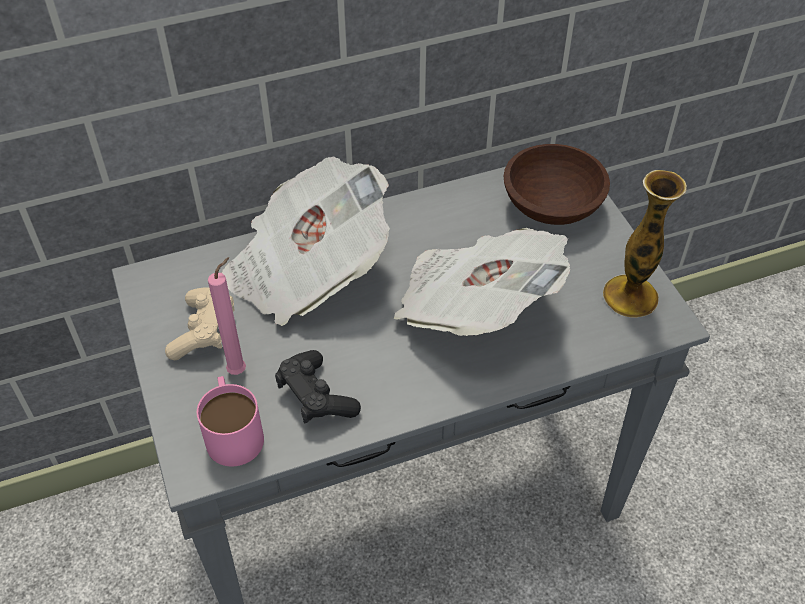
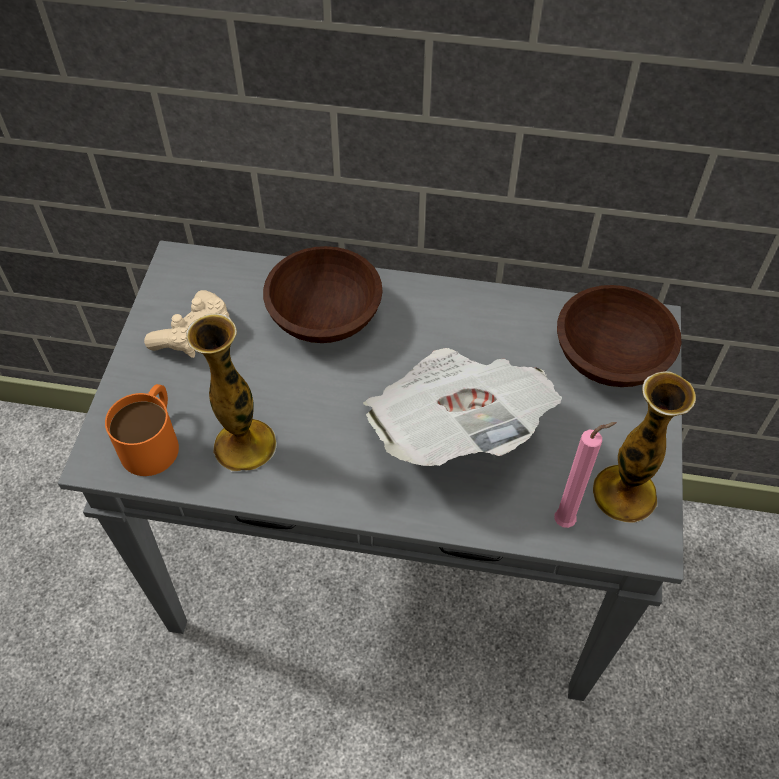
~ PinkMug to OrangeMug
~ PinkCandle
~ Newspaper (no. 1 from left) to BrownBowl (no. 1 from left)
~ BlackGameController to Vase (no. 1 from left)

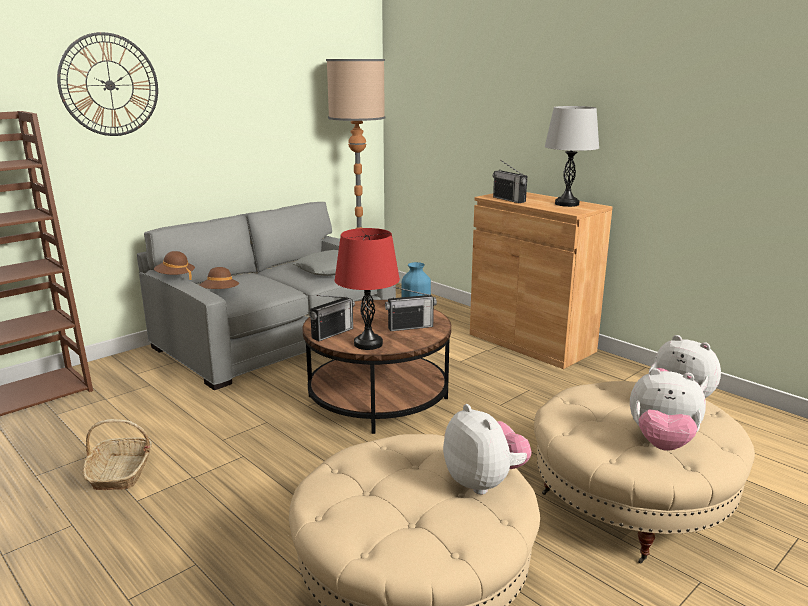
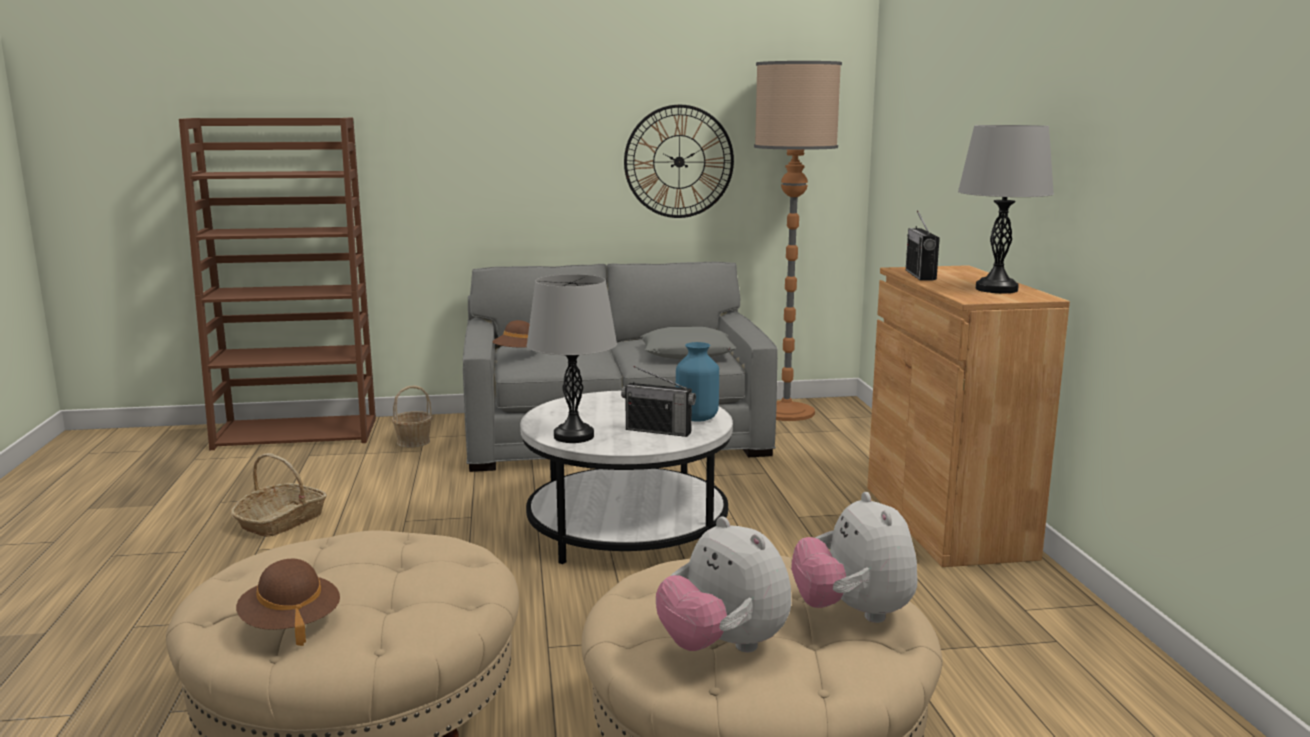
~ WallClock
~ BrownHat (no. 1 from left)
~ BrownCoffeeTable to WhiteCoffeeTable
- Radio (no. 1 from left)
~ RedTableLamp to GreyTableLamp (no. 1 from left)
- PlushToy (no. 1 from left)
+ Basket (no. 2 from left)

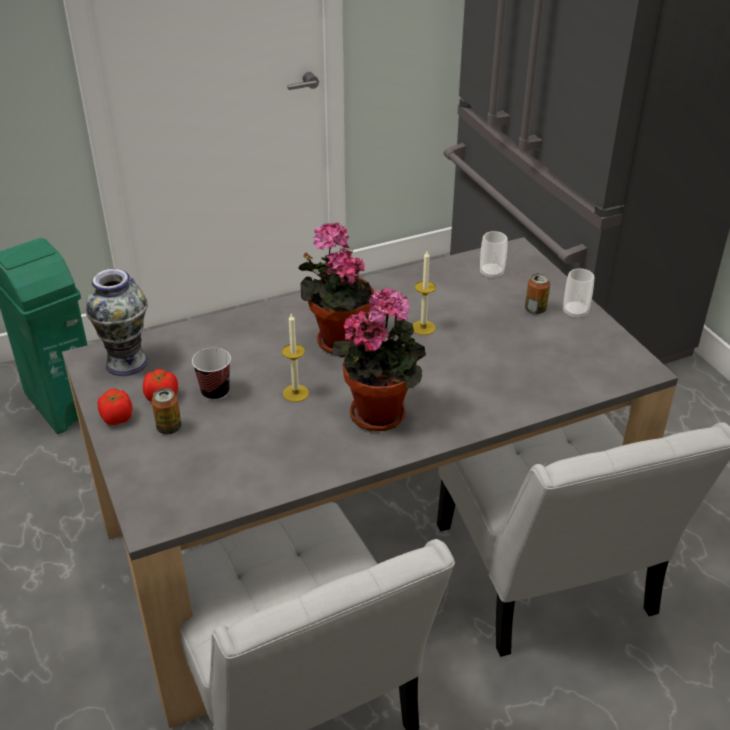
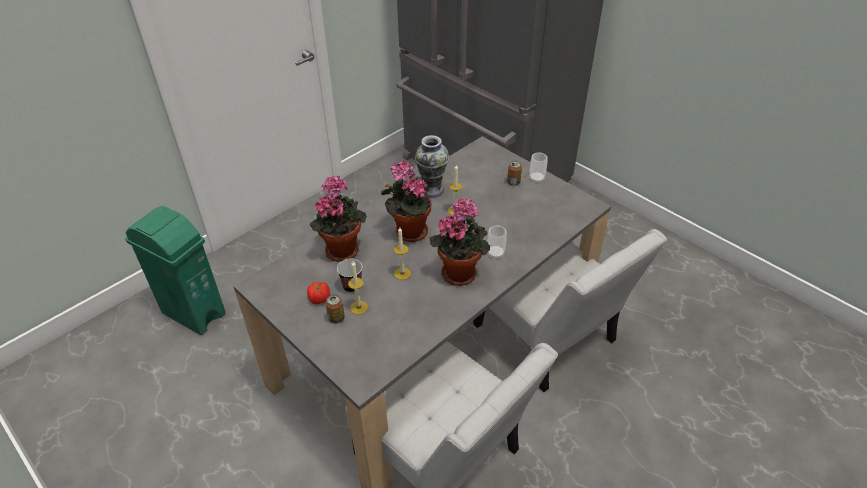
~ Vase
- Tomato (no. 1 from left)
~ Cup (no. 2 from left)
+ PottedPlant (no. 1 from left)
+ Candle (no. 1 from left)

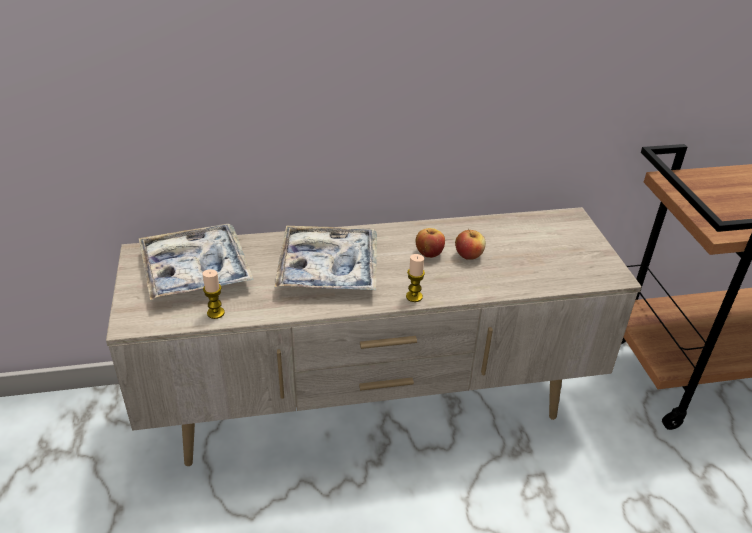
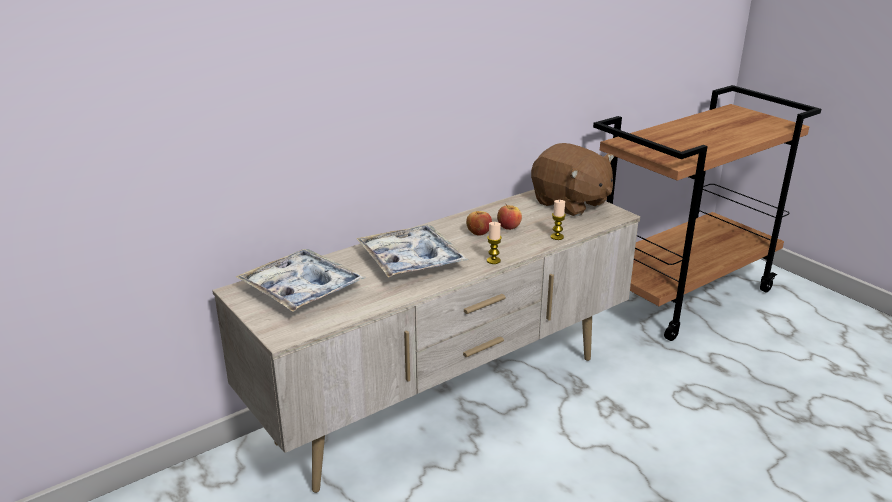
~ Candle (no. 1 from left in the first image) to Candle (no. 2 from left)
+ BrownPlushToy

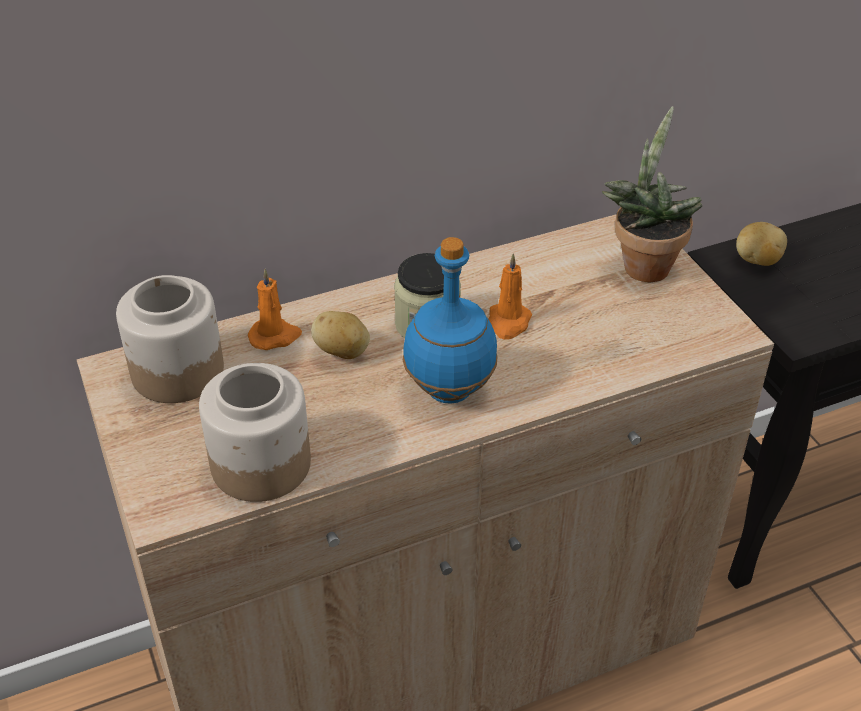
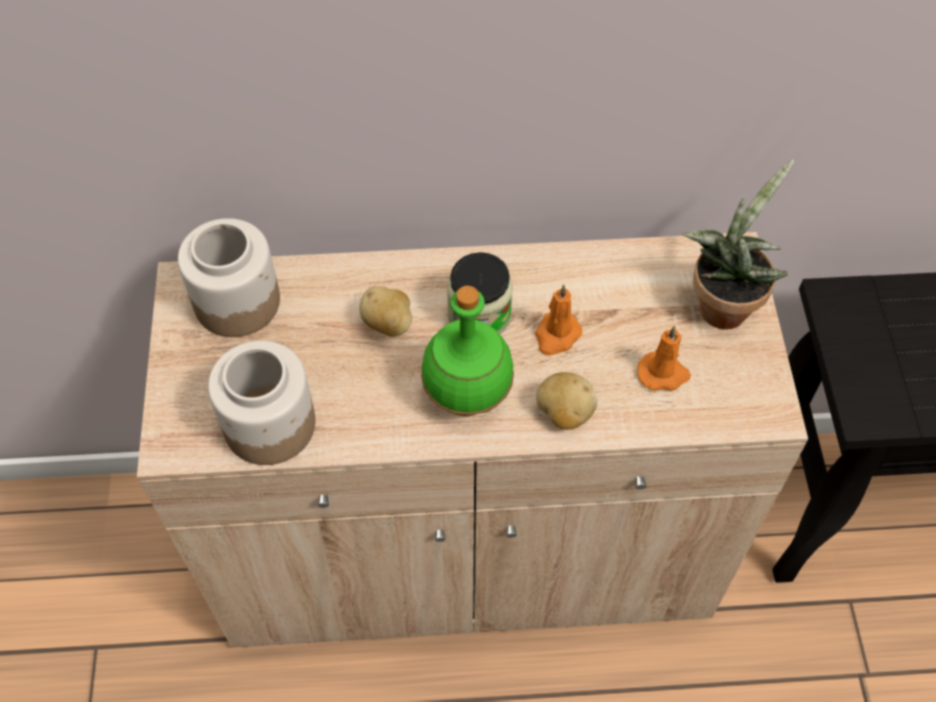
~ OrangeCandle (no. 1 from left in the first image) to OrangeCandle (no. 2 from left)
~ BlueBottle to GreenBottle
~ Potato (no. 2 from left)

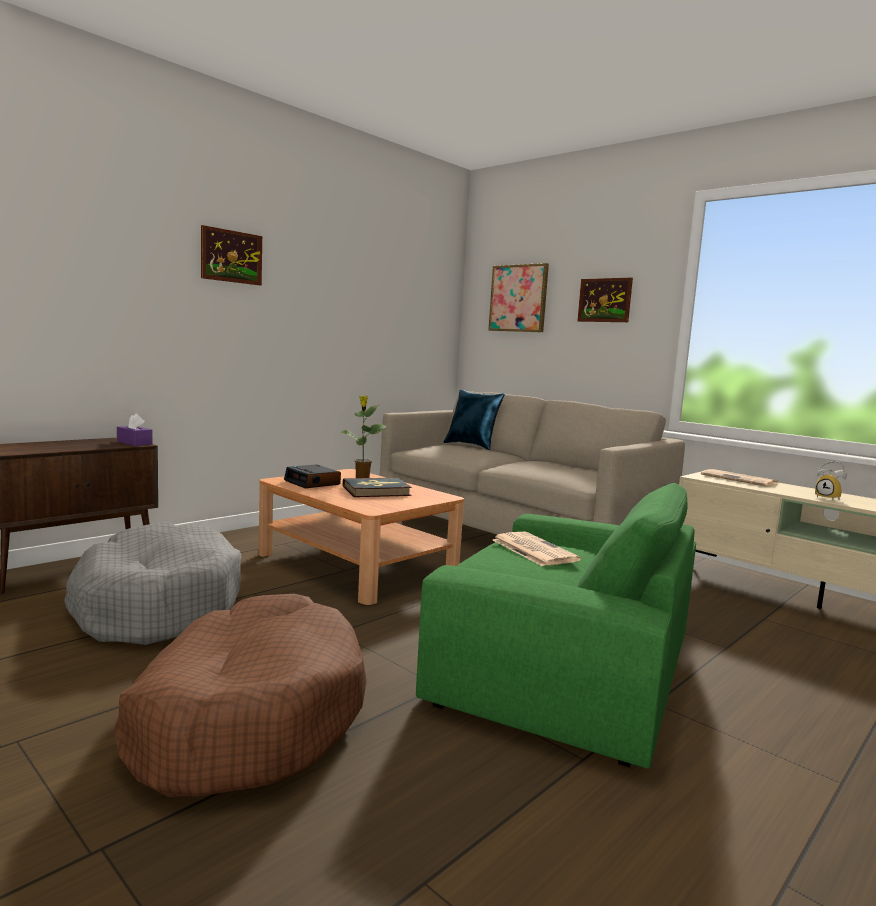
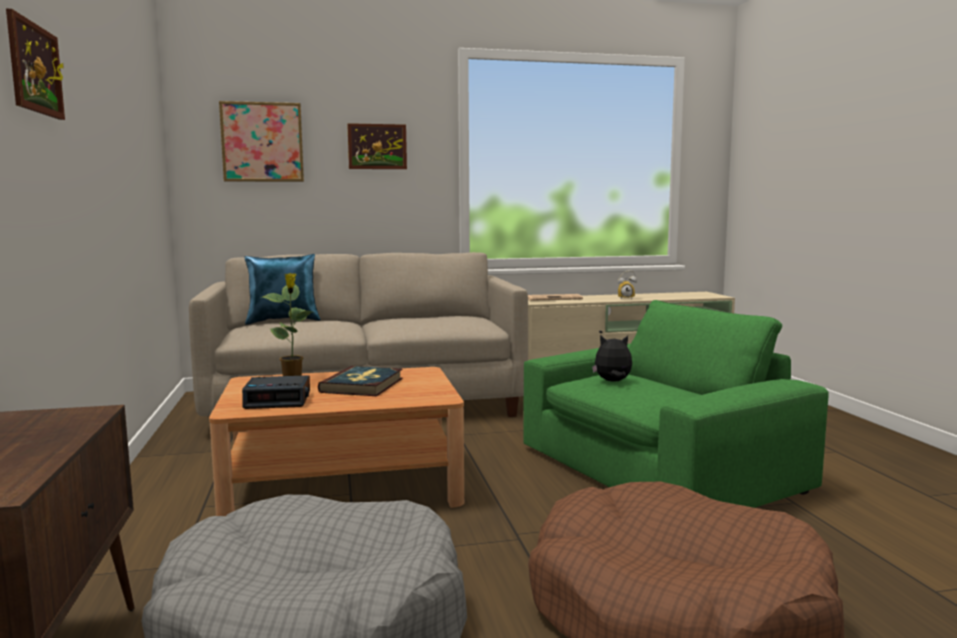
- PurpleTissueBox
~ Newspaper (no. 1 from left) to PlushToy

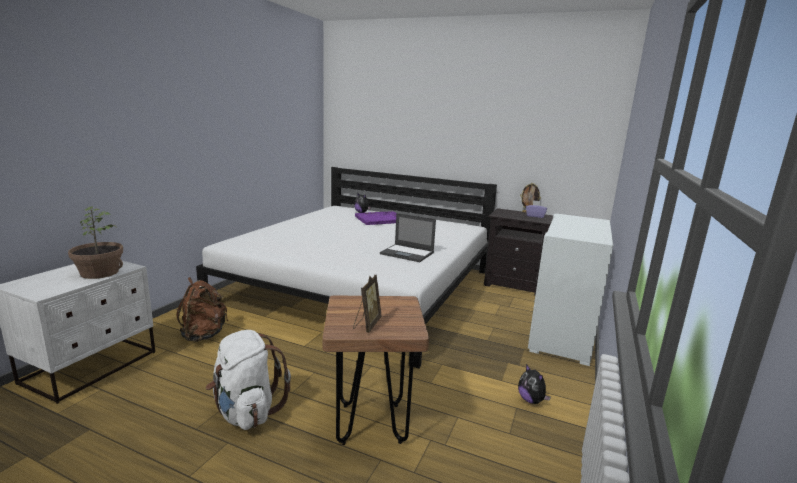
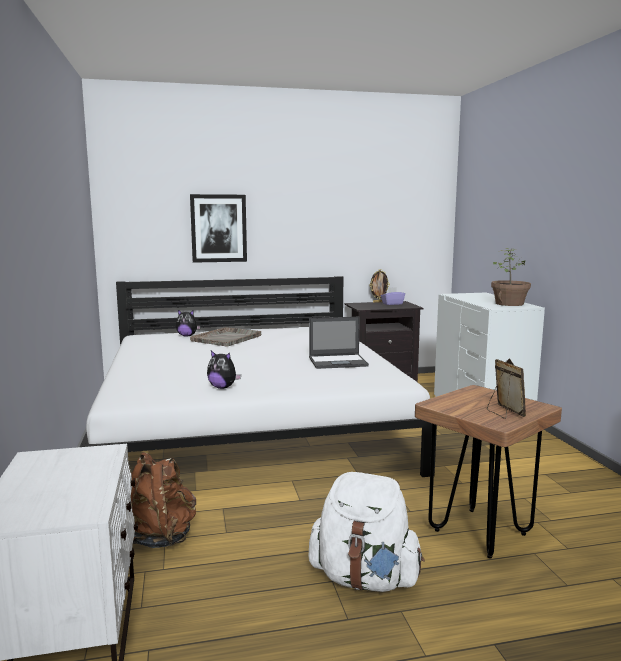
~ PottedPlant
~ PurpleTray to GreyTray
~ PlushToy (no. 2 from left)
+ Picture

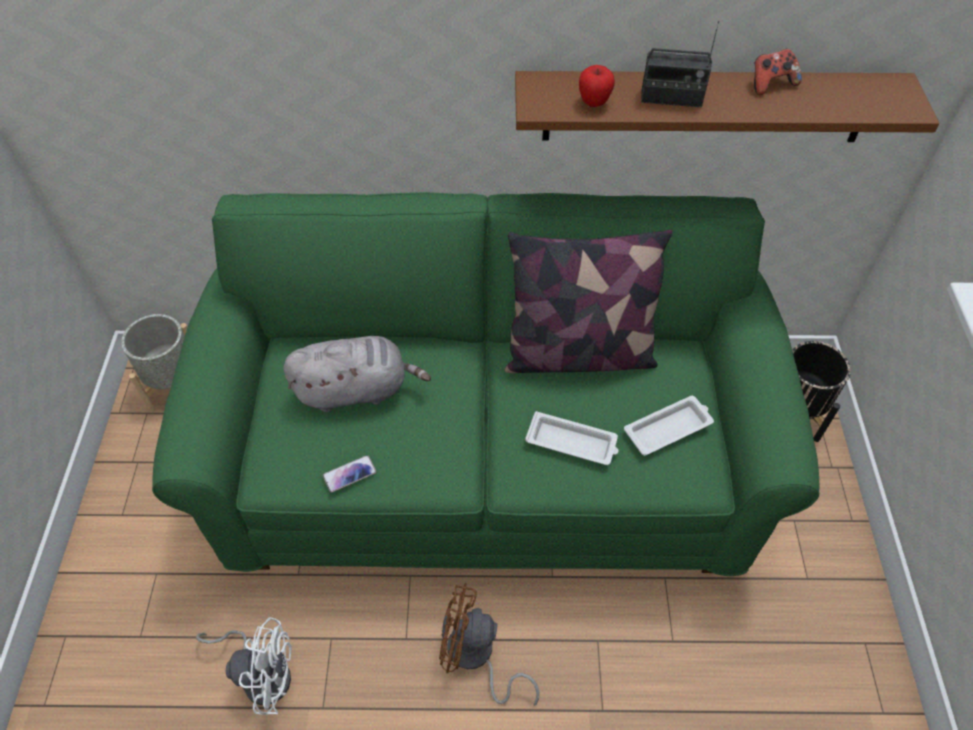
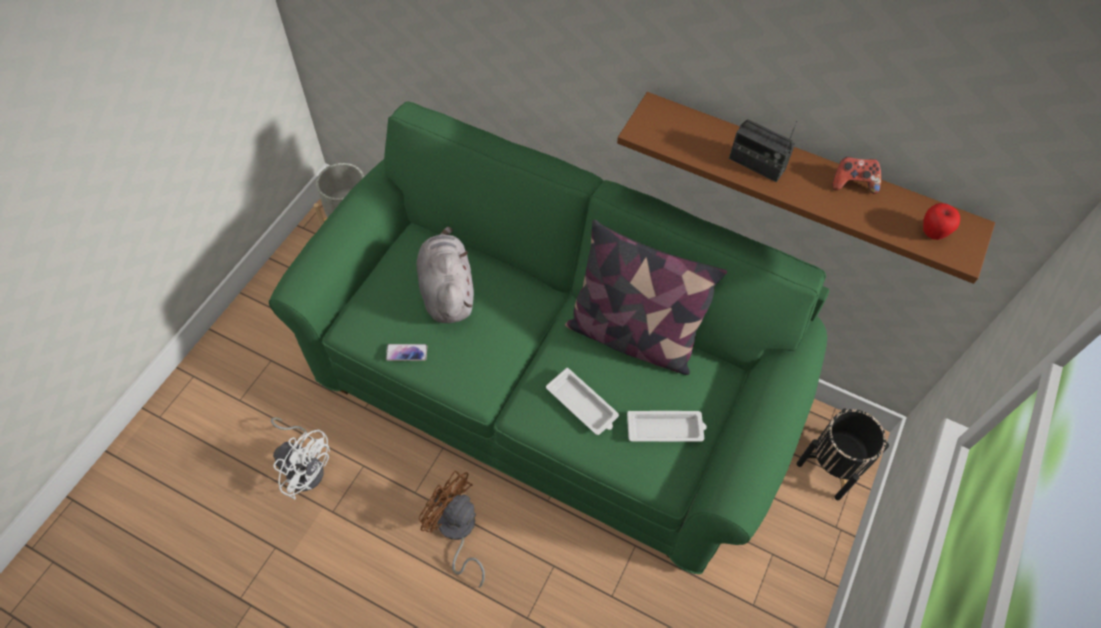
~ GreyPlushToy 120 degrees counterclockwise
~ Apple

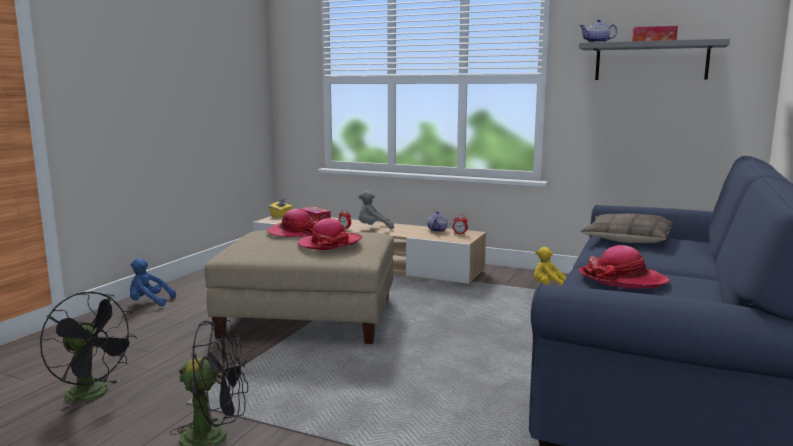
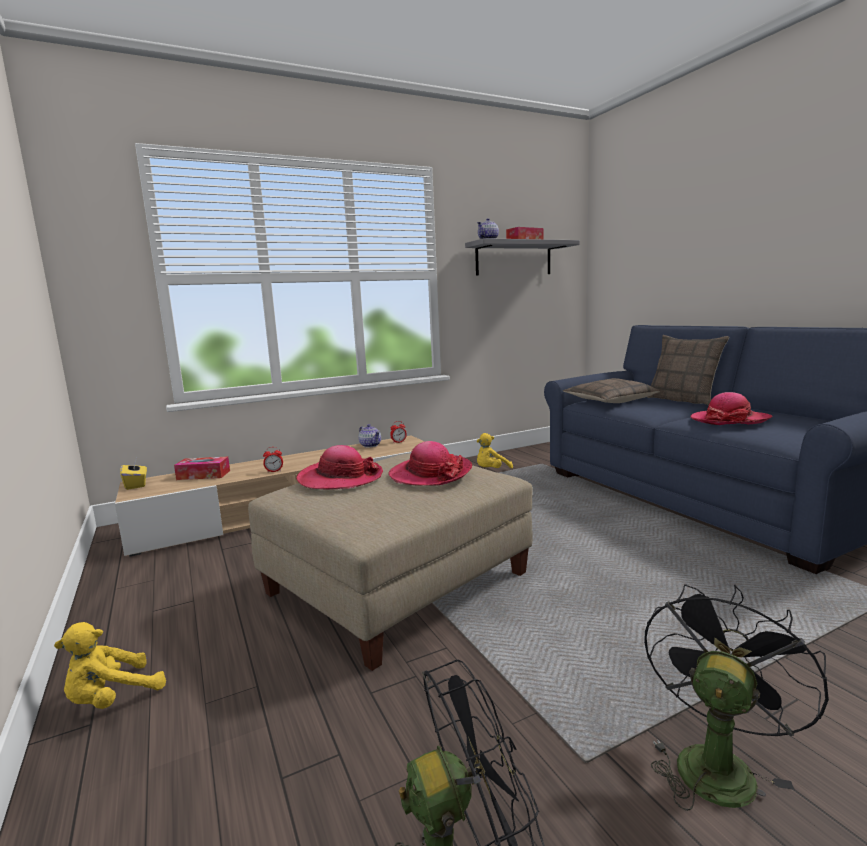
~ BluePlushToy to YellowPlushToy (no. 1 from left)
- GreyPlushToy
+ Pillow (no. 2 from left)

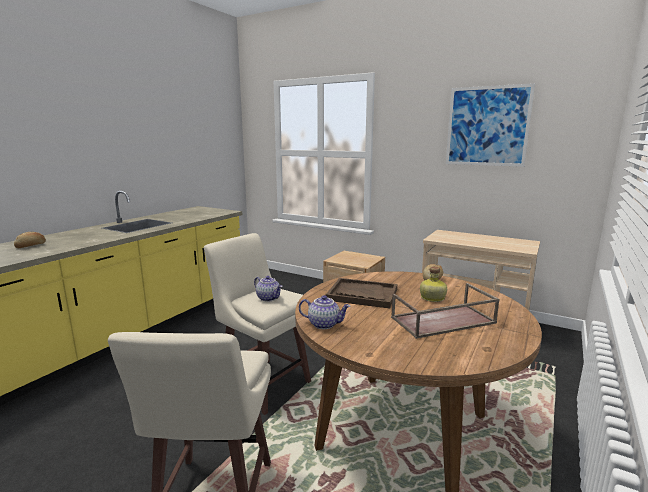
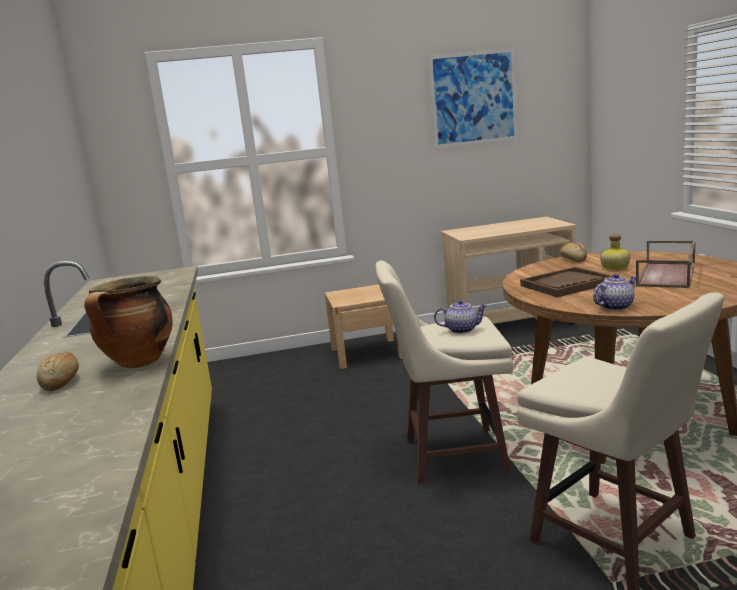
+ CookingPot

